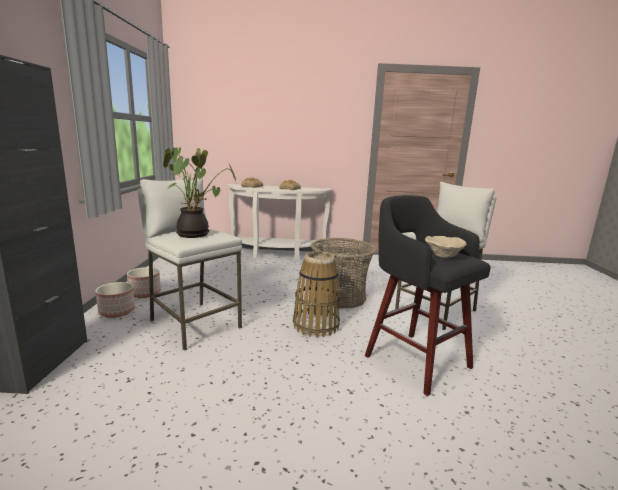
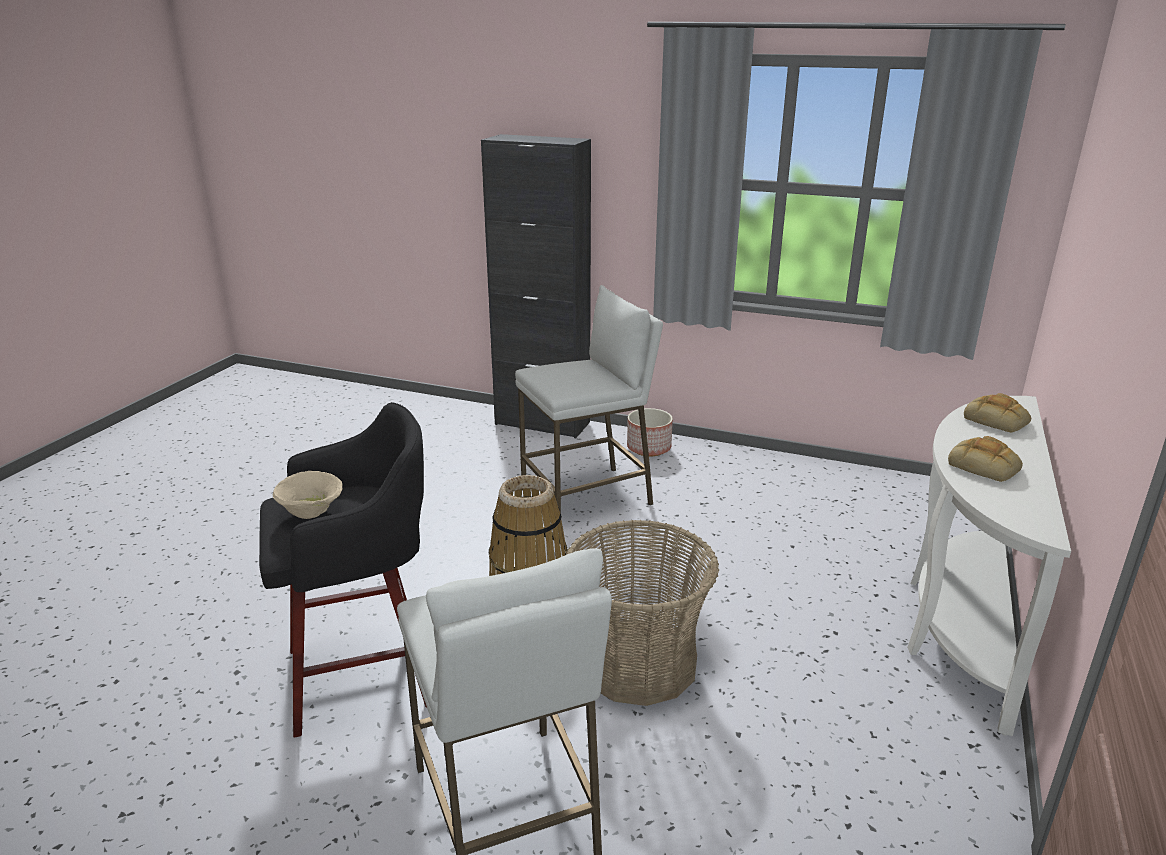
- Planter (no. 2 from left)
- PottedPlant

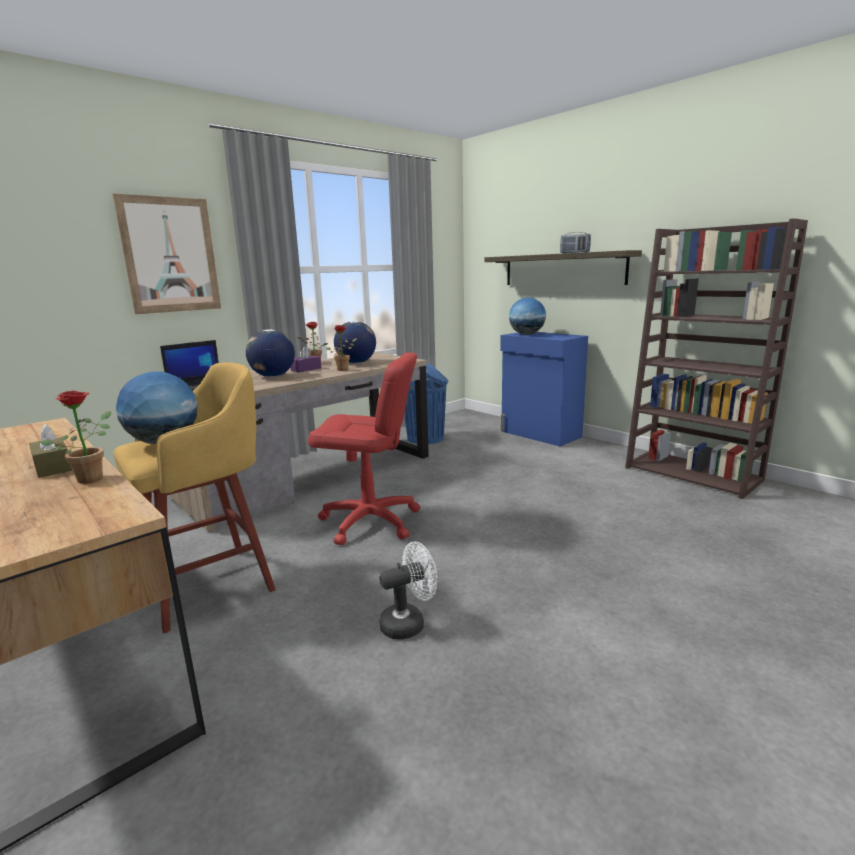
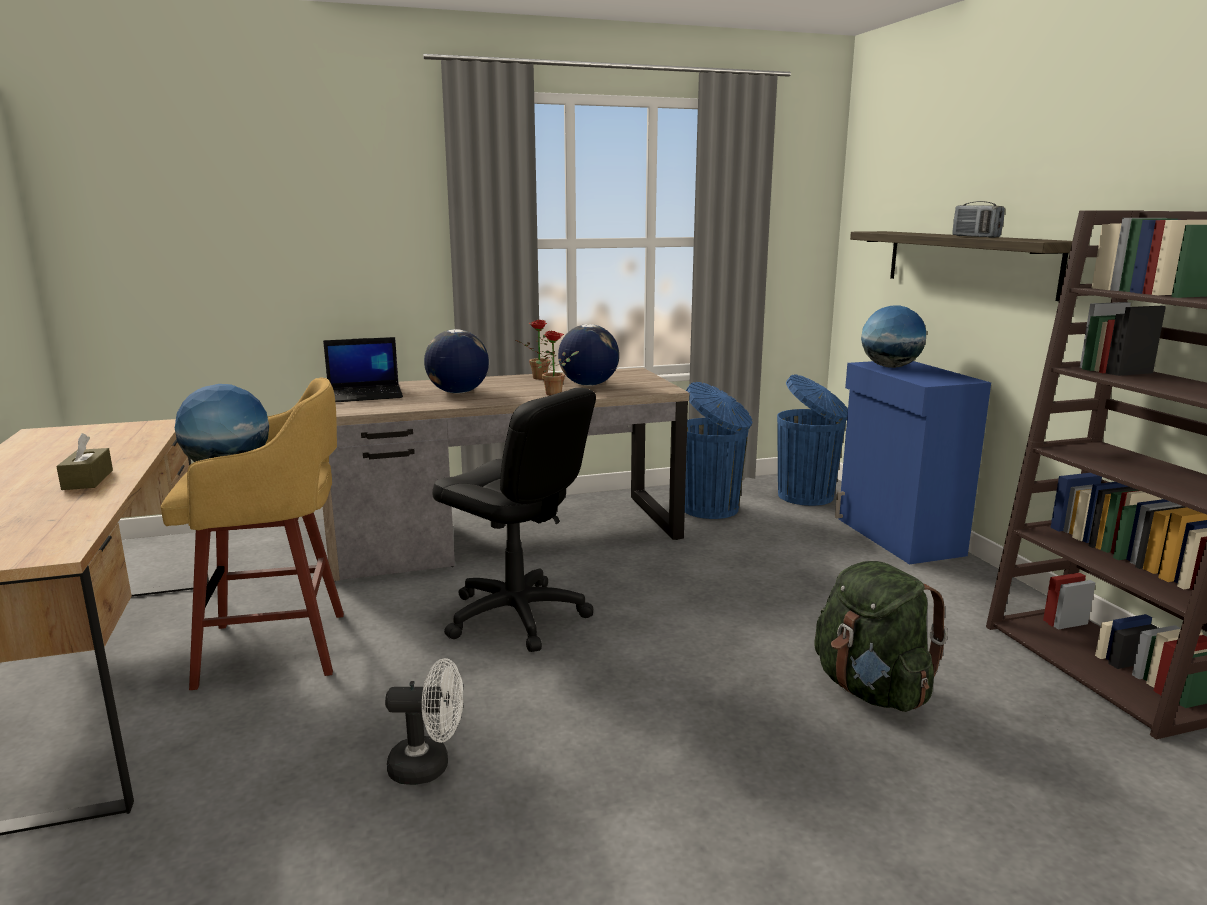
- PottedPlant (no. 1 from left)
- Picture
- PurpleTissueBox
~ RedOfficeChair to BlackOfficeChair
+ BlueTrashCan (no. 2 from left)
+ GreenBackpack

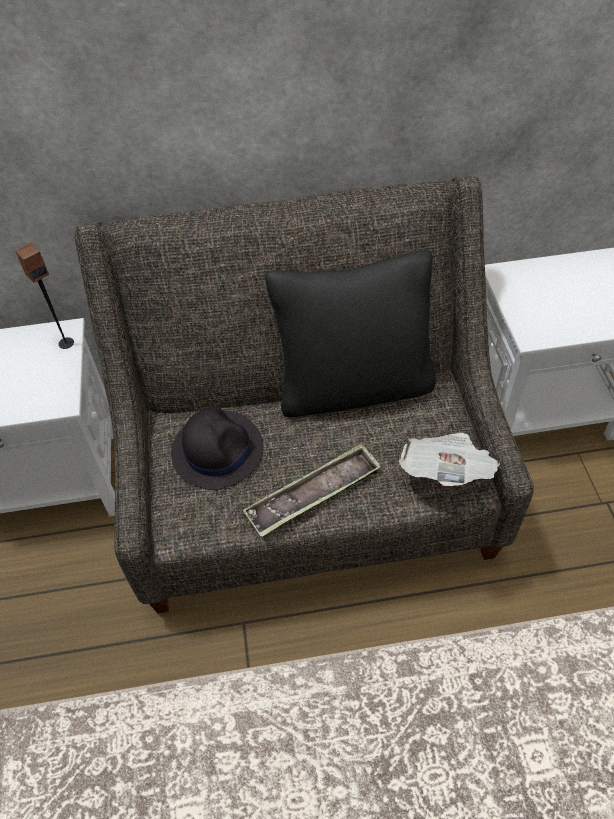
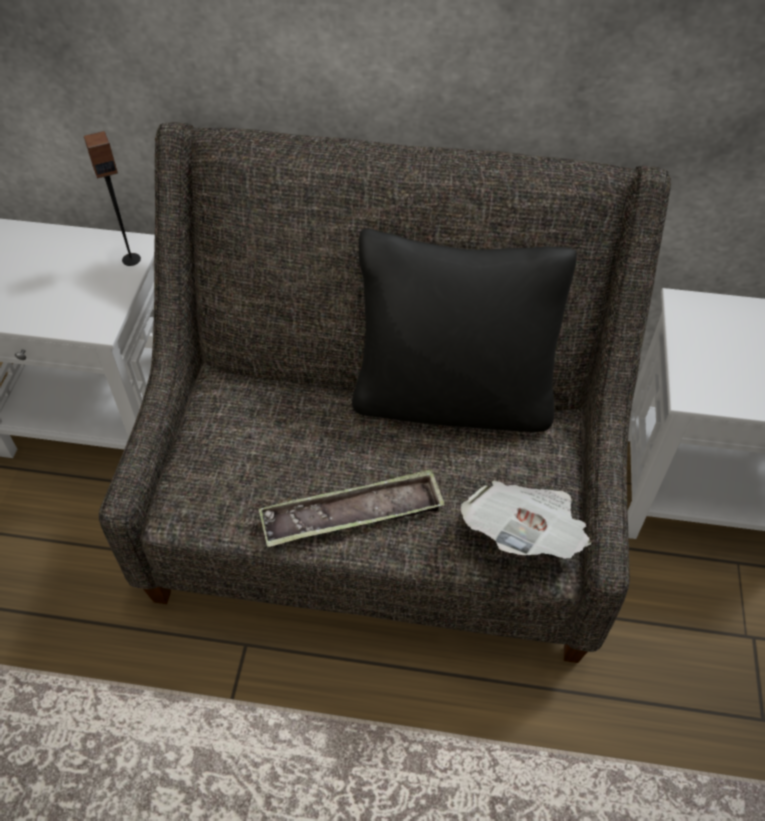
- BlackHat

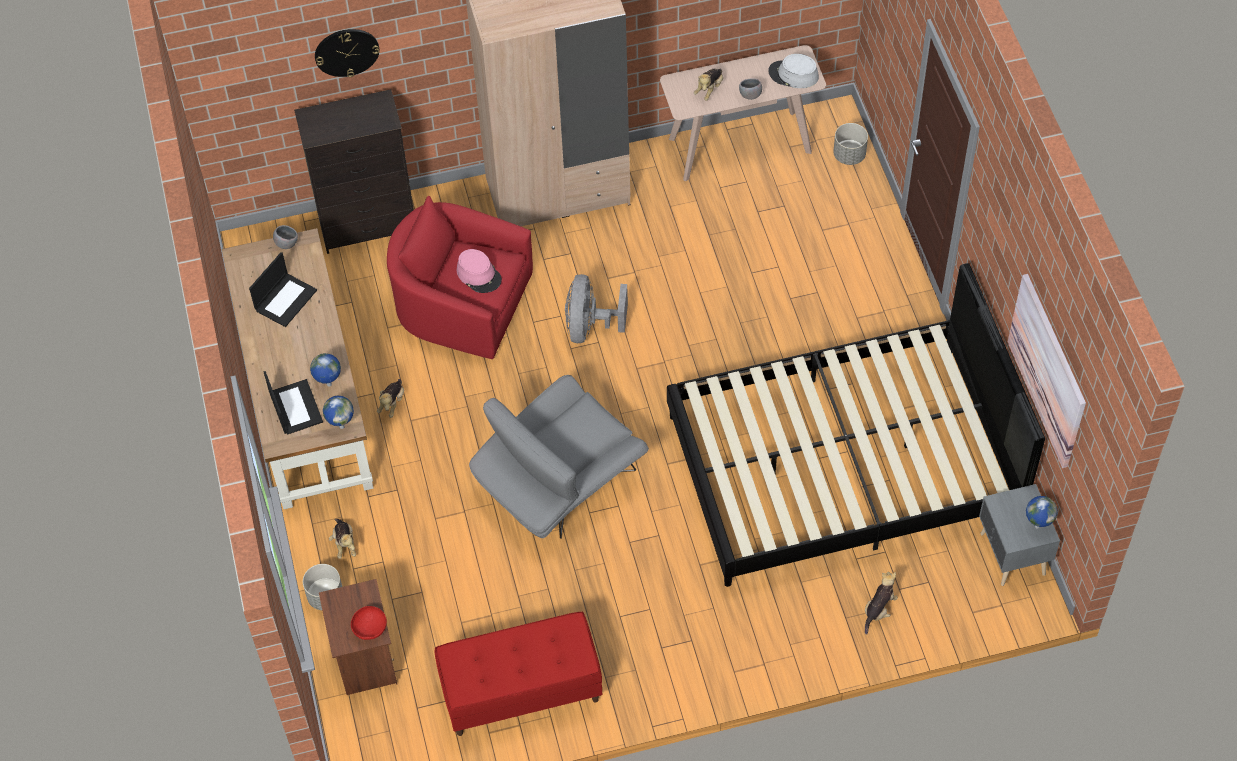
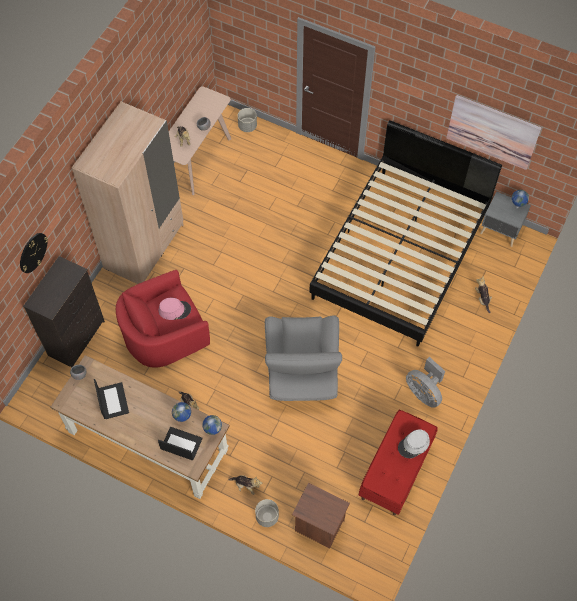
- RedBowl
~ GreyFan
~ GreyHat

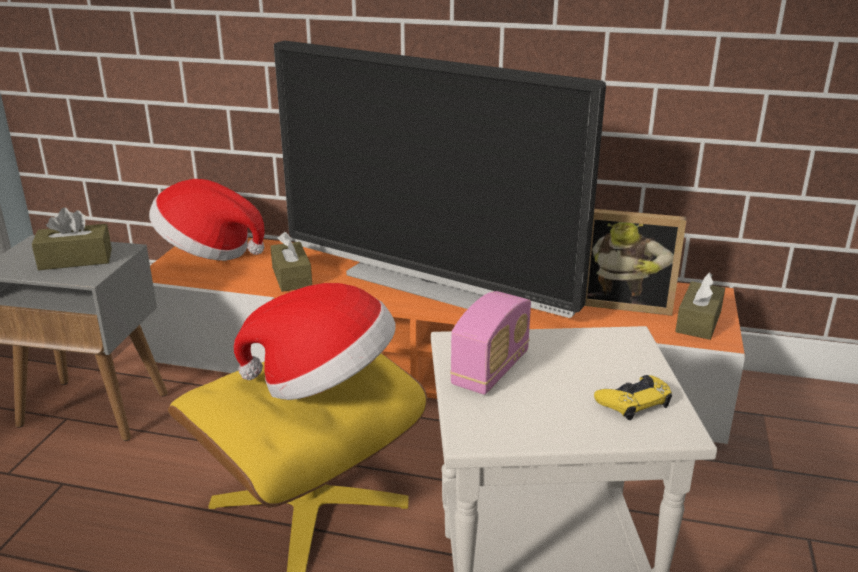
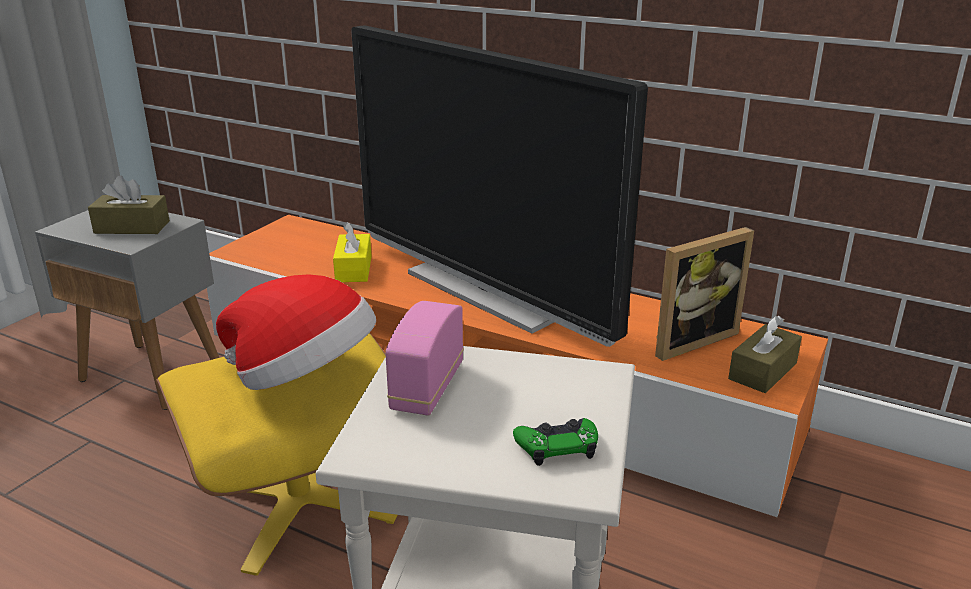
- Hat (no. 1 from left)
~ BrownTissueBox (no. 2 from left) to YellowTissueBox
~ Radio 150 degrees clockwise
~ PictureFrame 60 degrees counterclockwise
~ YellowGameController to GreenGameController

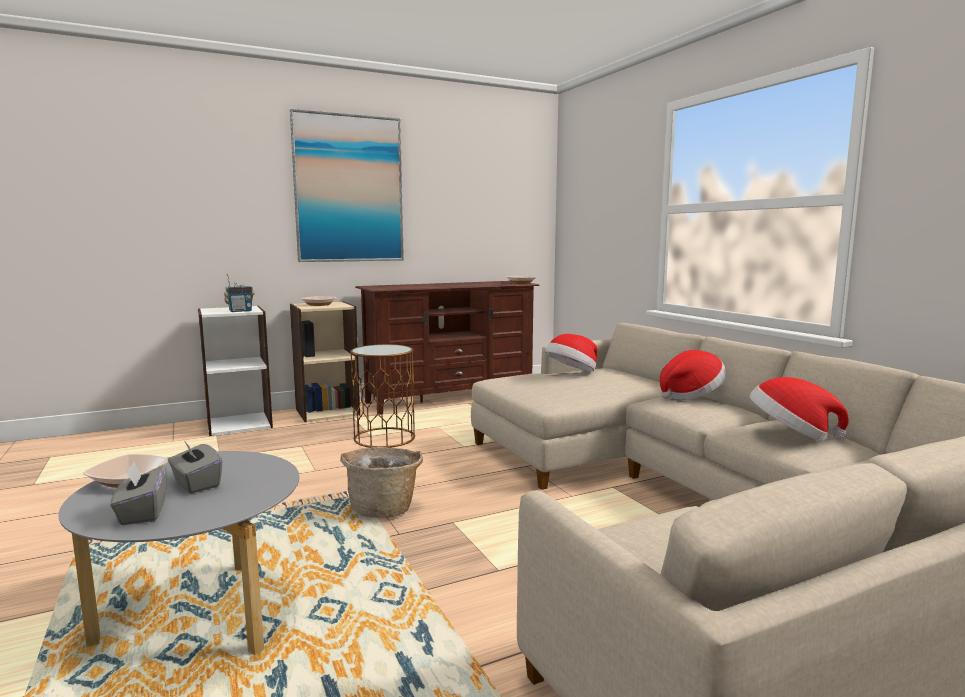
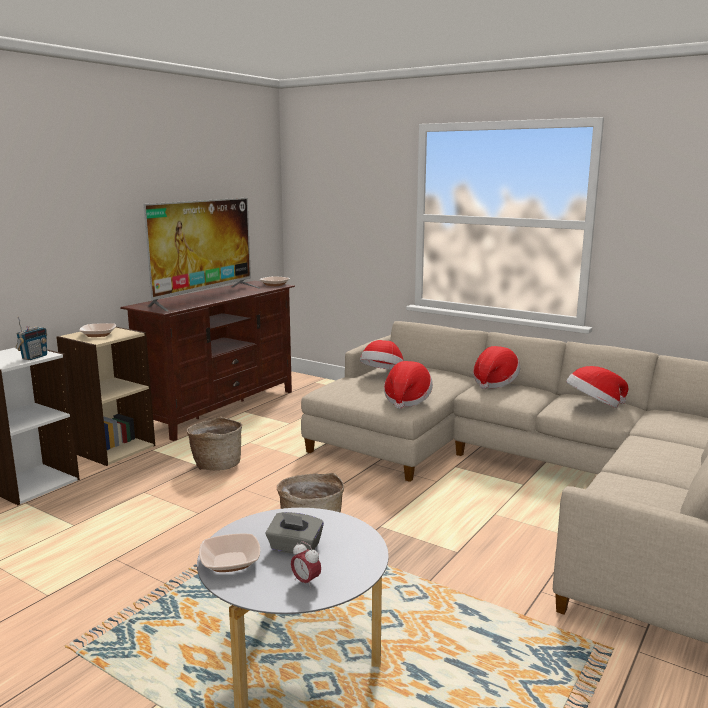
~ GreyTissueBox (no. 1 from left) to AlarmClock
- Picture
~ BrownSideTable to Basket (no. 1 from left)
+ Television
+ Hat (no. 2 from left)

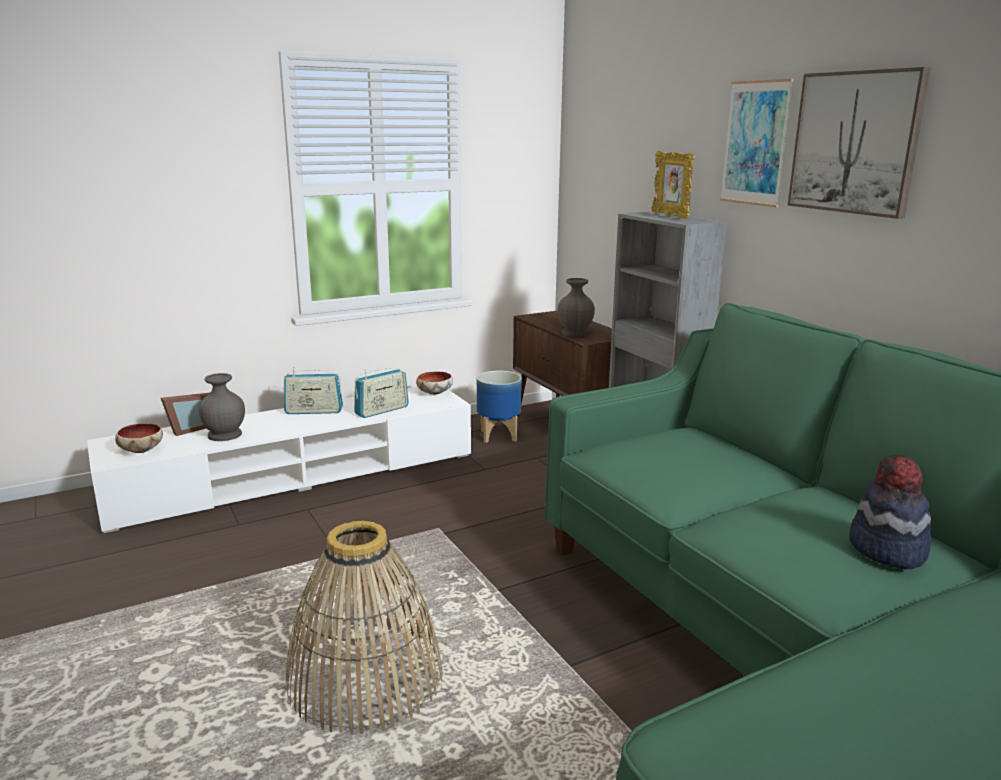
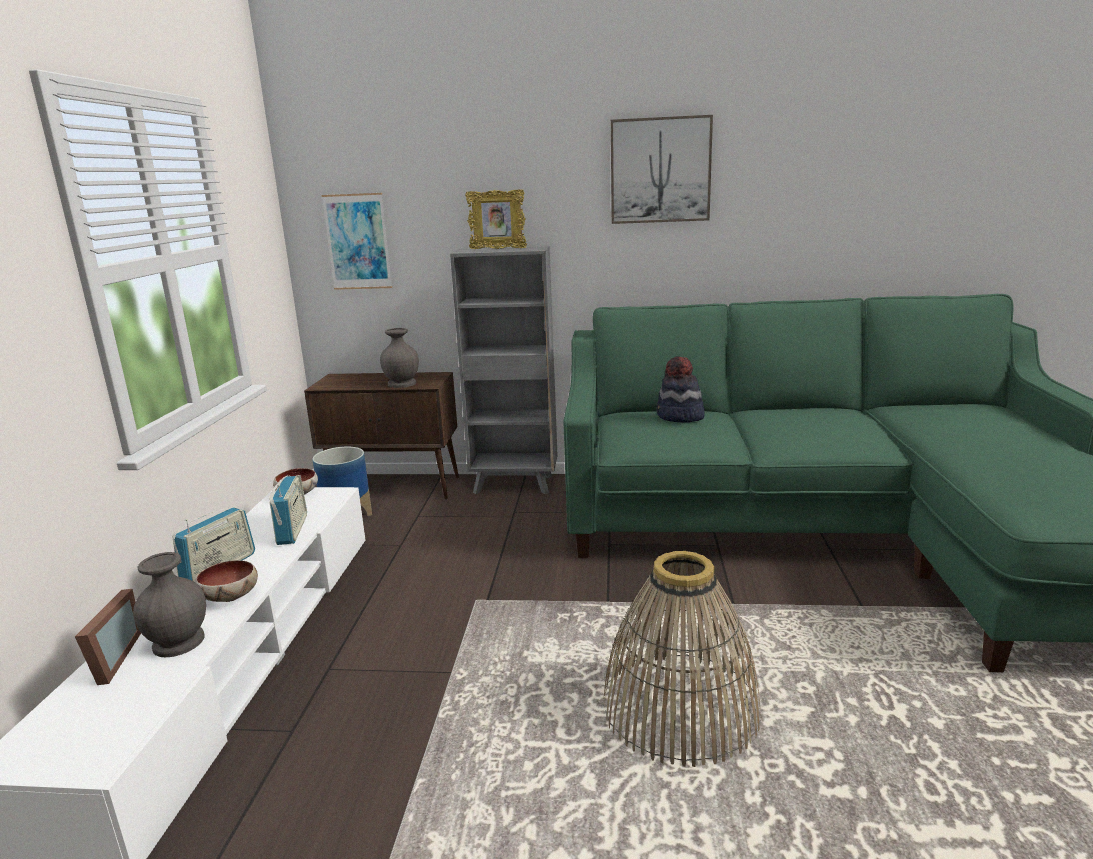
~ Bowl (no. 1 from left)
~ Picture (no. 1 from left)
~ Hat

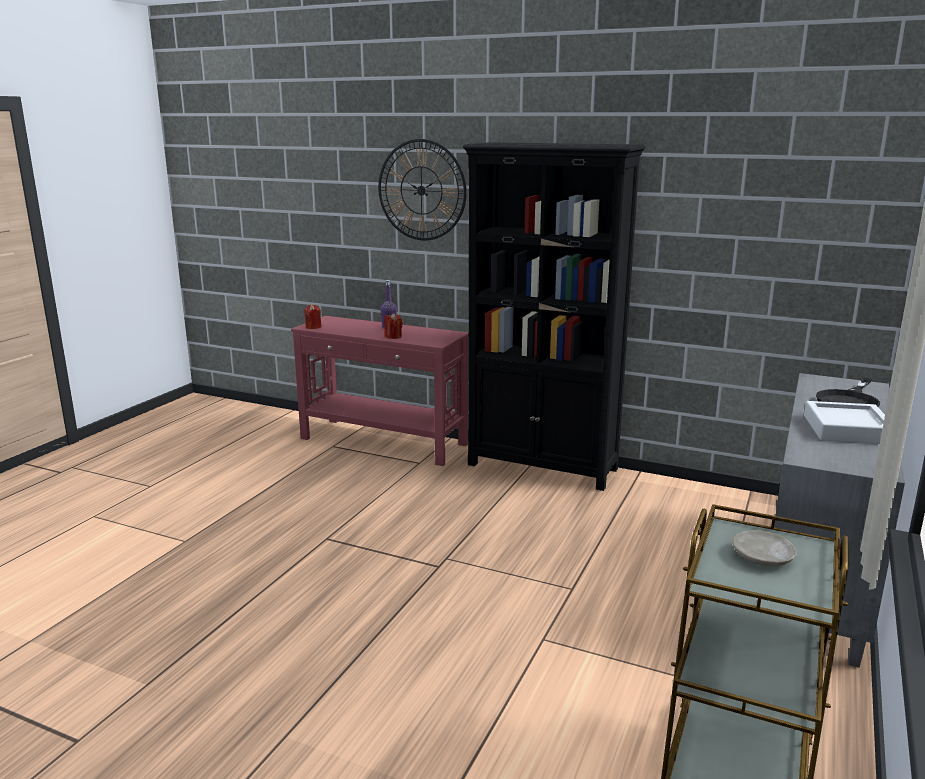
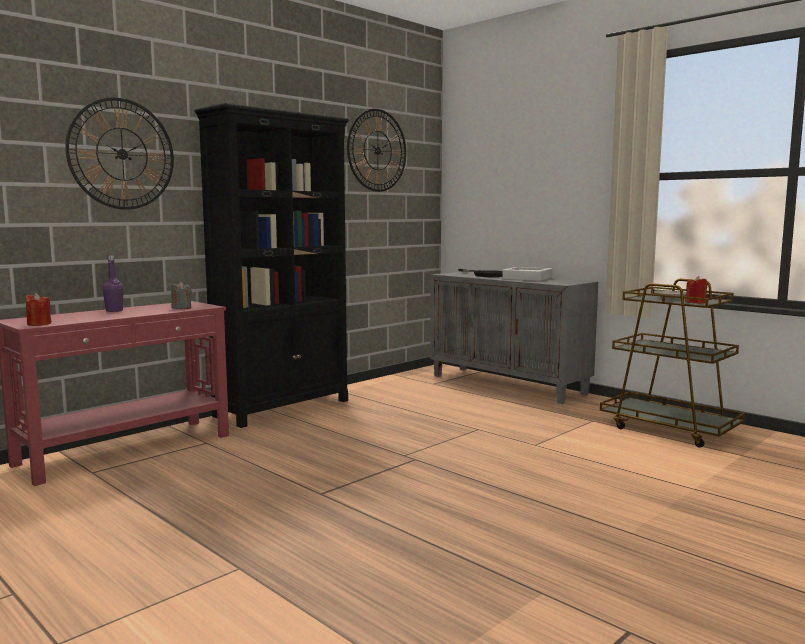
~ RedCandle (no. 2 from left)
+ GreyCandle
+ WallClock (no. 2 from left)

